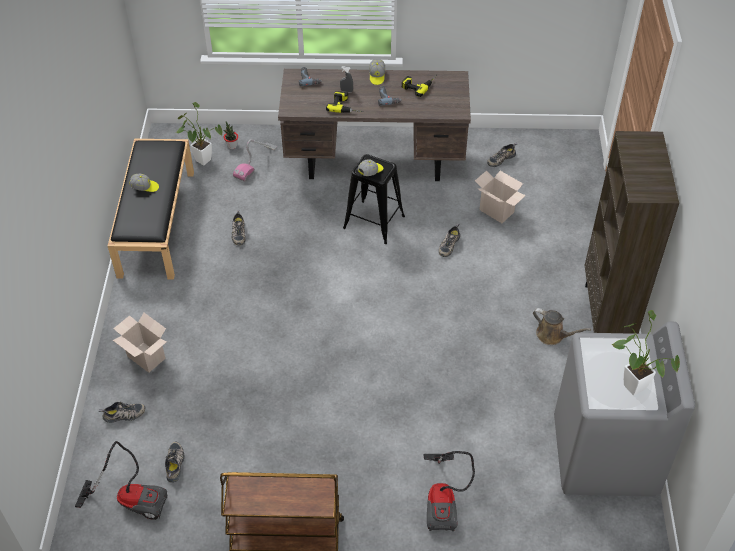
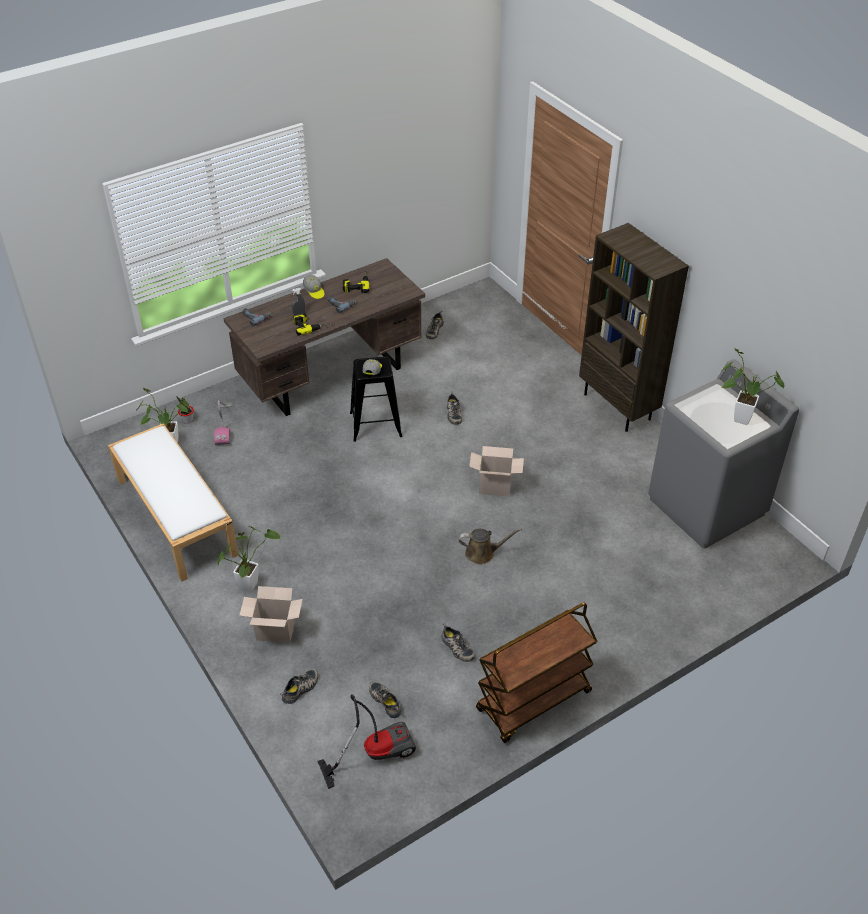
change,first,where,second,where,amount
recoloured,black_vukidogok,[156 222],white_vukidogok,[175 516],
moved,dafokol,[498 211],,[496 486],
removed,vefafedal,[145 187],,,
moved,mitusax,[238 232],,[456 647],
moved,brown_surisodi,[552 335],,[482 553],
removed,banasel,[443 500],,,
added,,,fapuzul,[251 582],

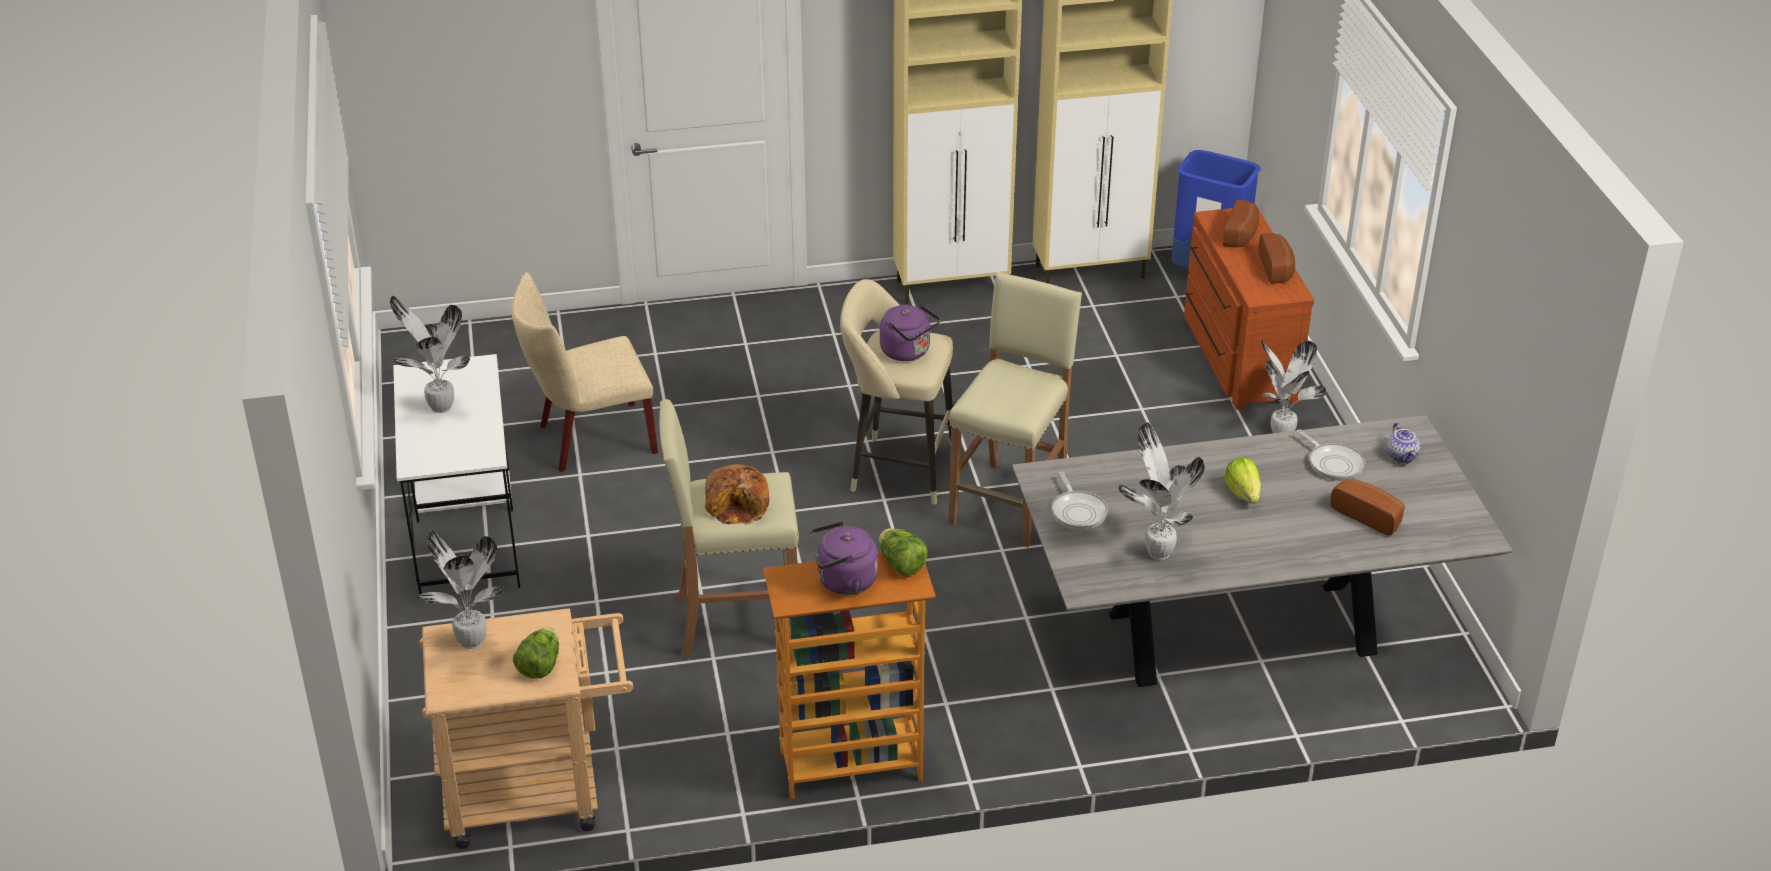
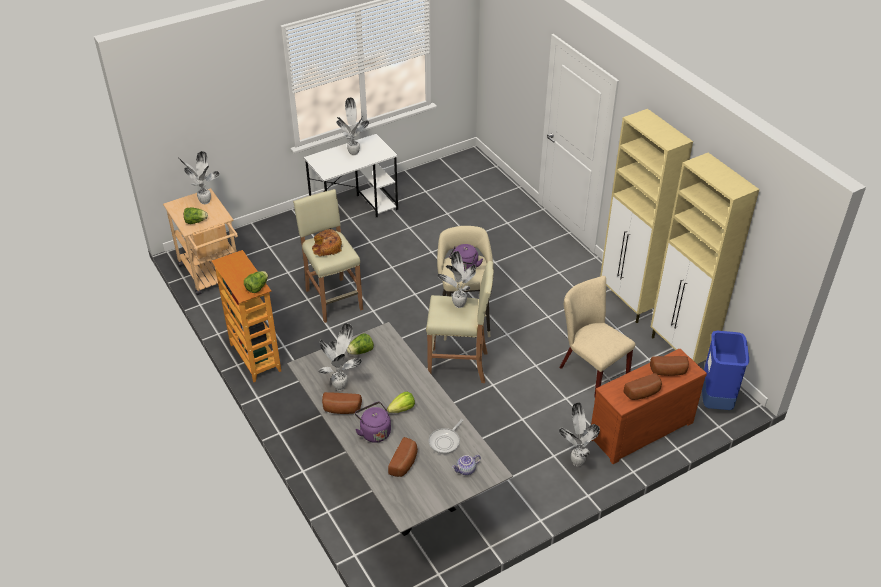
change,first,where,second,where,amount
moved,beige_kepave,[589 439],,[590 369],
replaced,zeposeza,[1078 511],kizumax,[361 351],
moved,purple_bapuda,[843 581],,[374 432],
added,,,fapuzul,[458 305],
added,,,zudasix,[341 410],

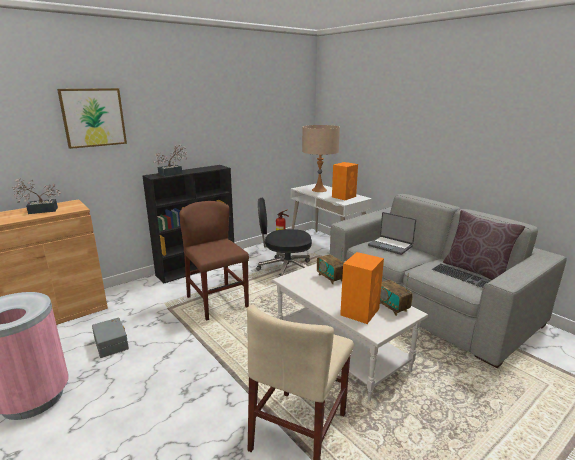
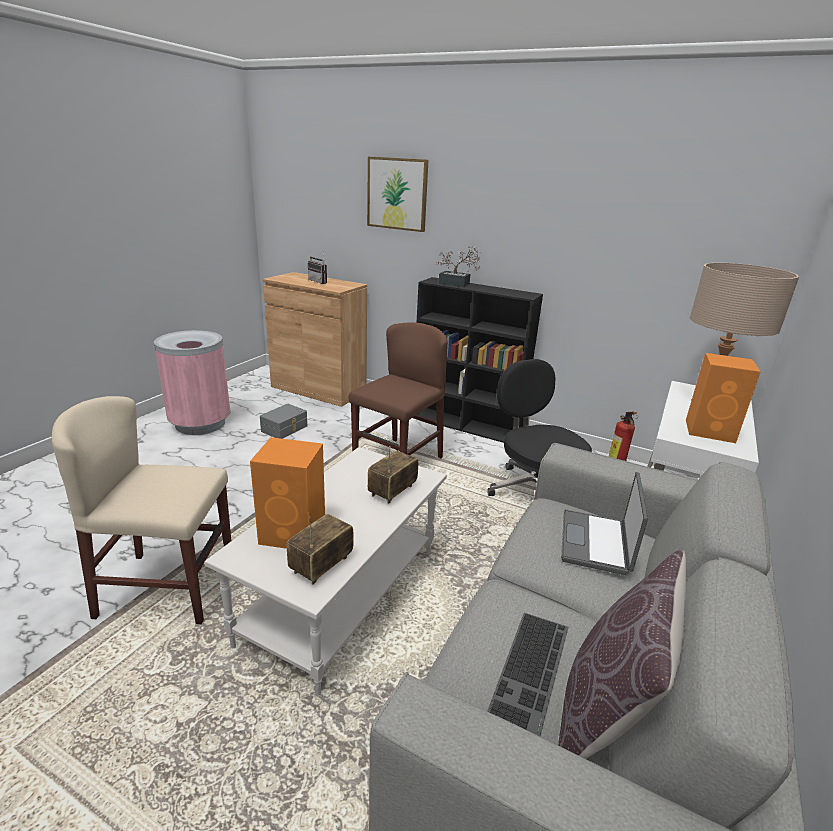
change,first,where,second,where,amount
replaced,fapuzul,[39 210],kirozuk,[320 281],

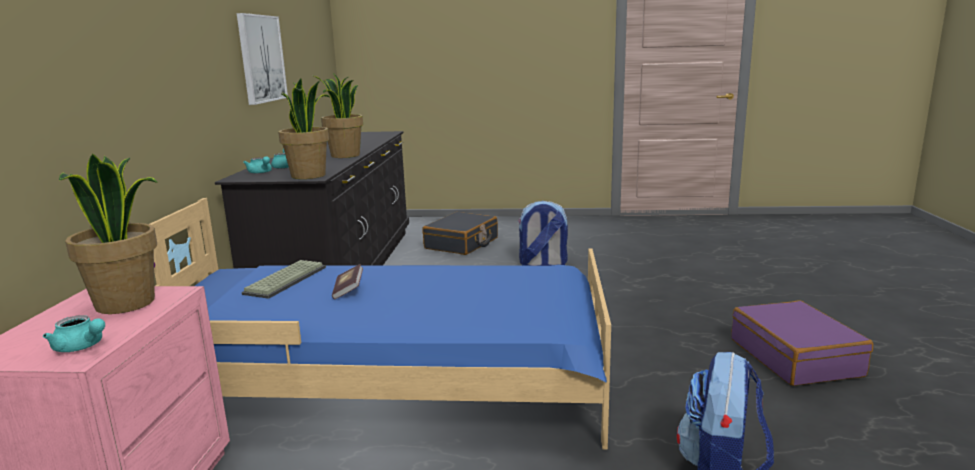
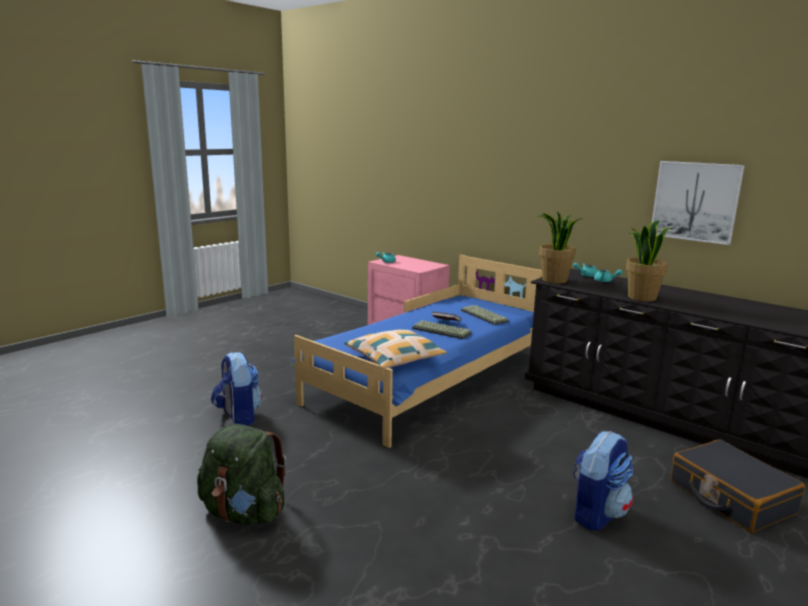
change,first,where,second,where,amount
removed,fapuzul,[126 303],,,
replaced,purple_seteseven,[795 357],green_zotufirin,[244 512],
added,,,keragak,[442 331],
added,,,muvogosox,[394 358],

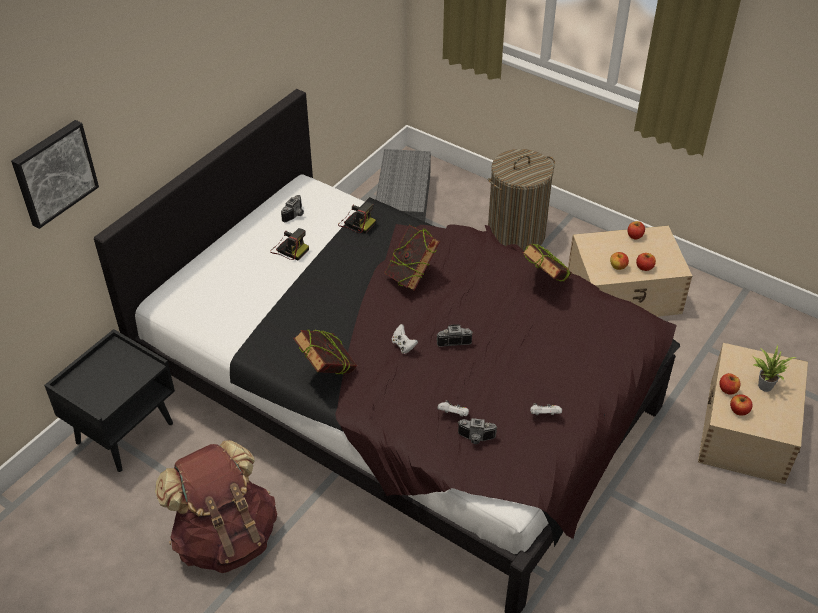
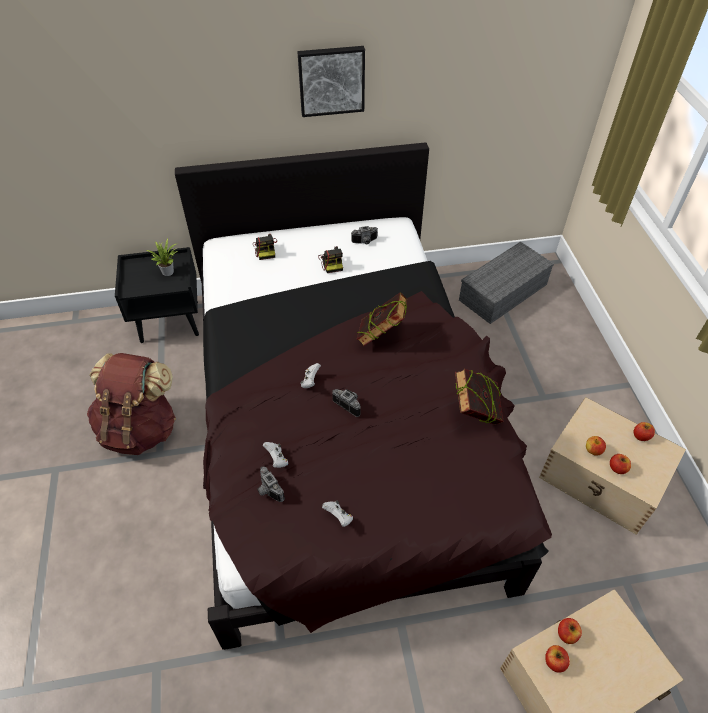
change,first,where,second,where,amount
moved,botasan,[53 172],,[331 80],
removed,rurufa,[516 234],,,
moved,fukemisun,[356 222],,[265 249],
removed,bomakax,[327 372],,,
moved,fapuzul,[764 384],,[169 271],

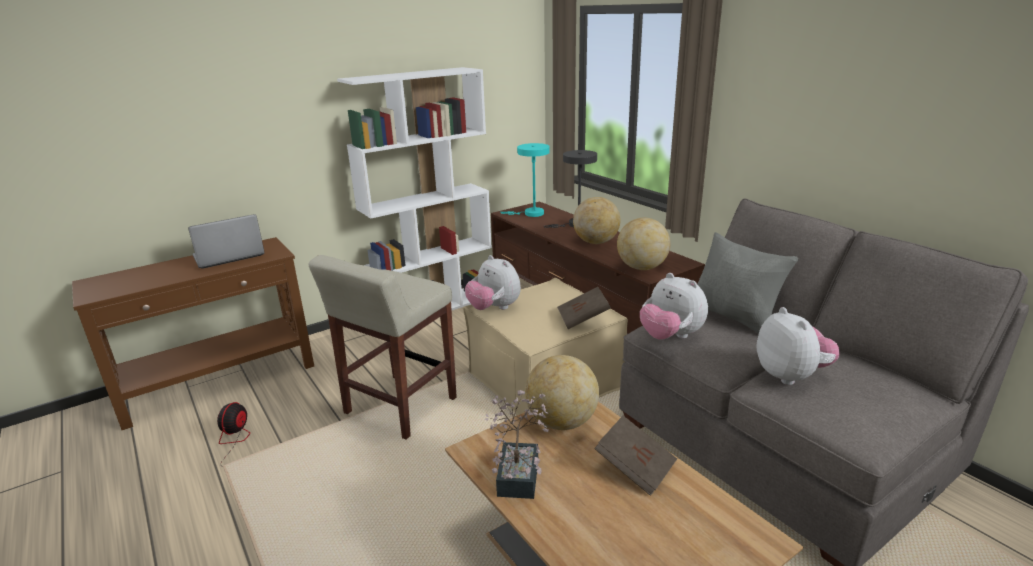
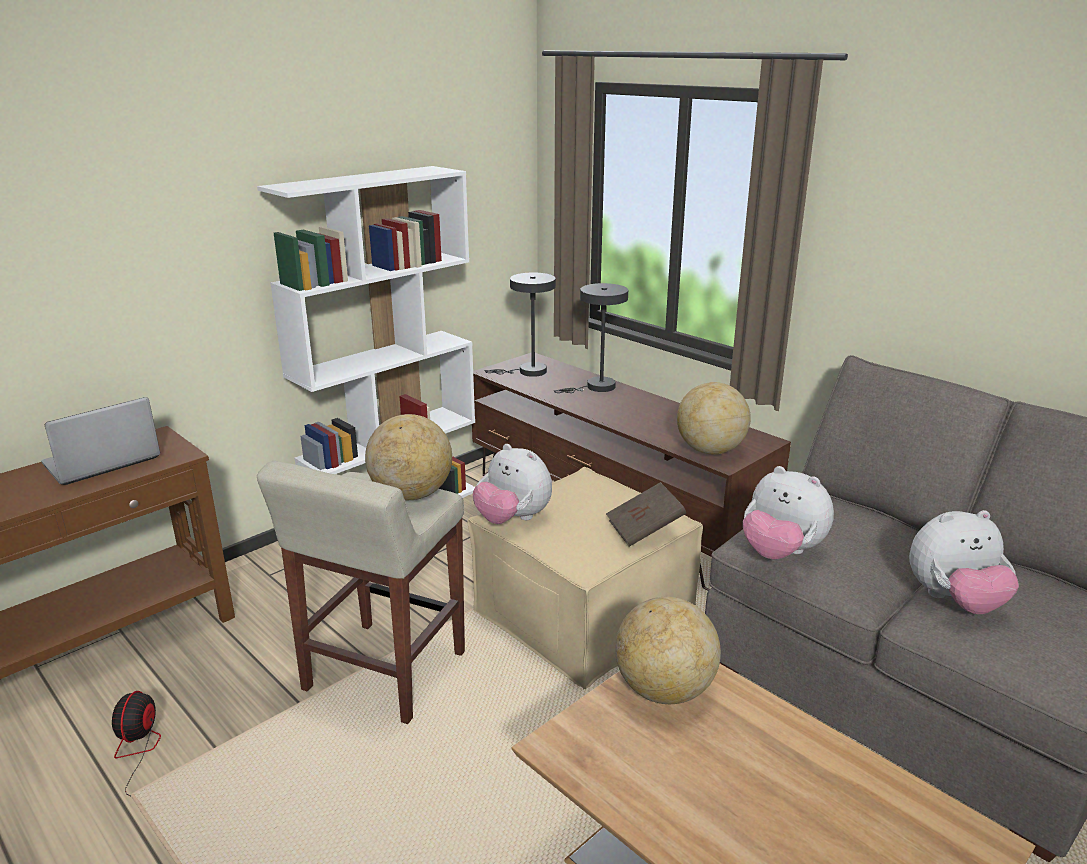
change,first,where,second,where,amount
recoloured,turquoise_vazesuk,[530 214],grey_vazesuk,[527 372],
moved,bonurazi,[596 242],,[412 495],
removed,grey_muvogosox,[735 316],,,
turned,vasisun,[791 376],,[954 601],105 degrees clockwise
removed,fapuzul,[520 472],,,
removed,brown_bomakax,[635 468],,,

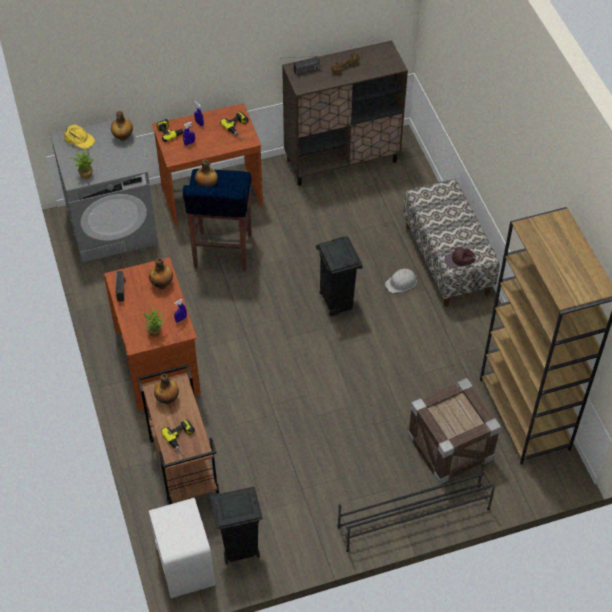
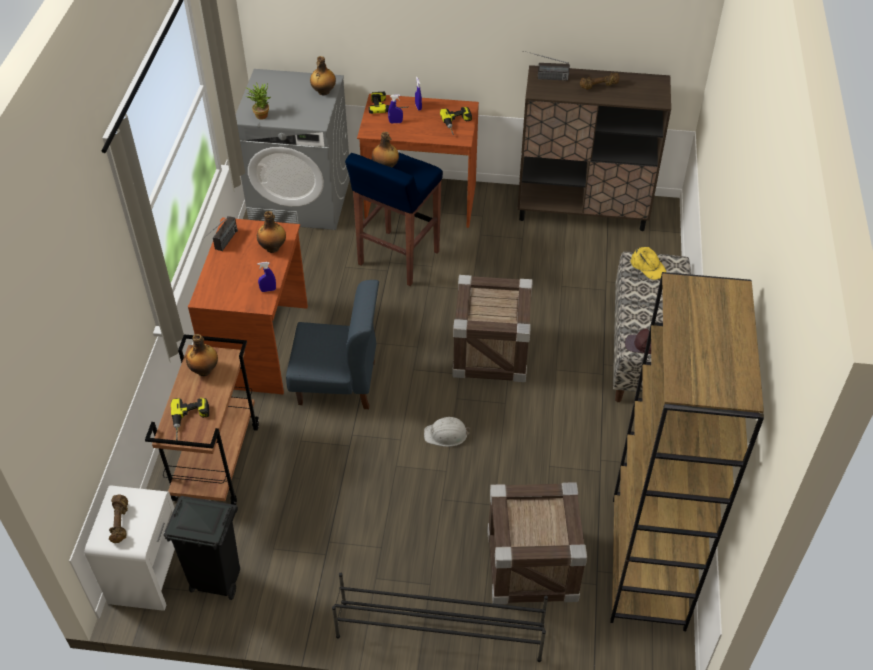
change,first,where,second,where,amount
moved,yellow_vefafedal,[79 140],,[647 266],
replaced,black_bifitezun,[336 302],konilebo,[490 352],
moved,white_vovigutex,[401 283],,[446 434],
removed,fapuzul,[157 333],,,
added,,,blue_kepave,[337 383],
added,,,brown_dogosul,[120 523],

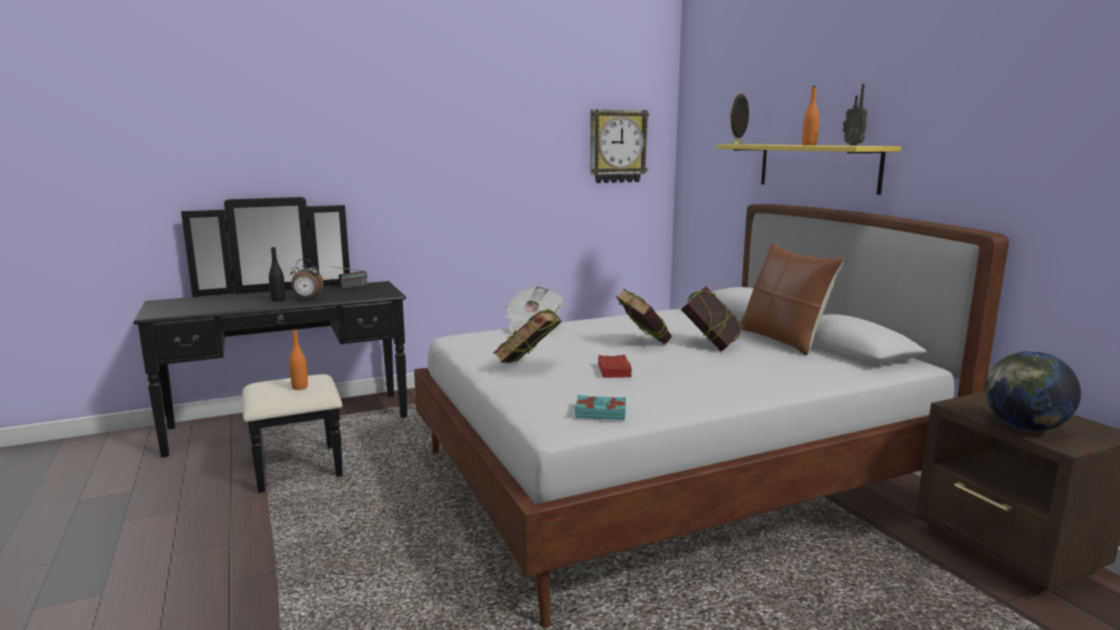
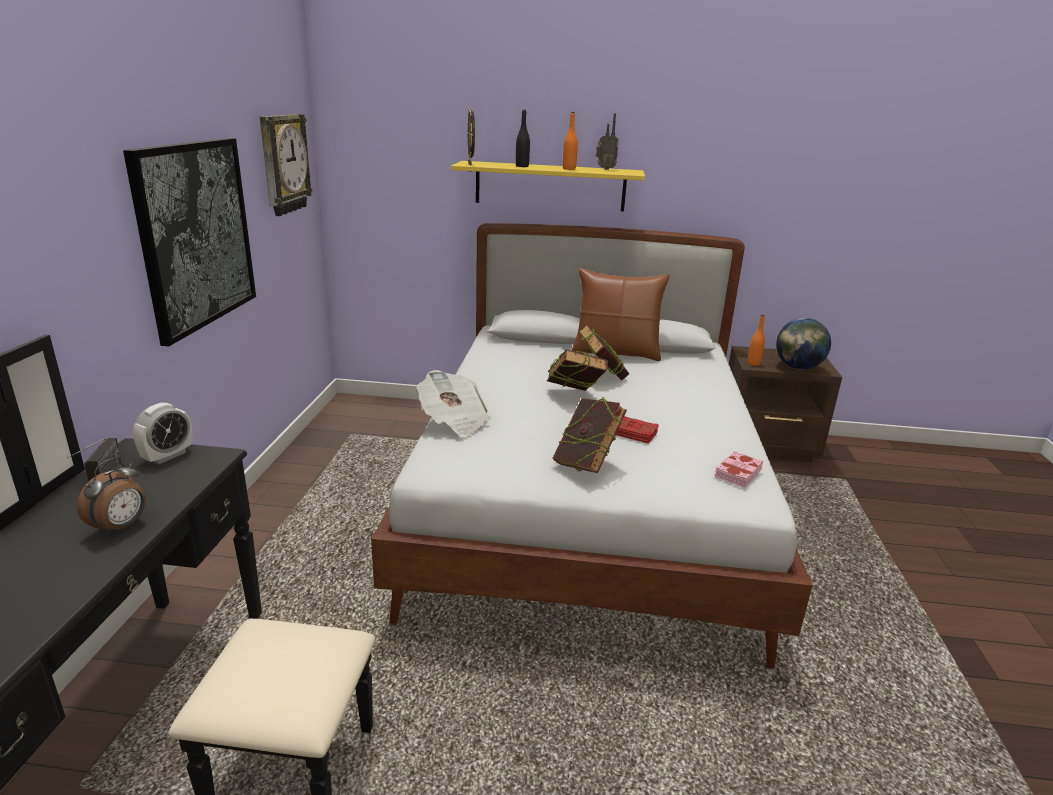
change,first,where,second,where,amount
moved,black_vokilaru,[278 300],,[522 166],
moved,orange_vokilaru,[300 387],,[753 363],
recoloured,turquoise_bomakax,[600 412],pink_bomakax,[737 473],
added,,,botasan,[196 235],
added,,,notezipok,[168 456],

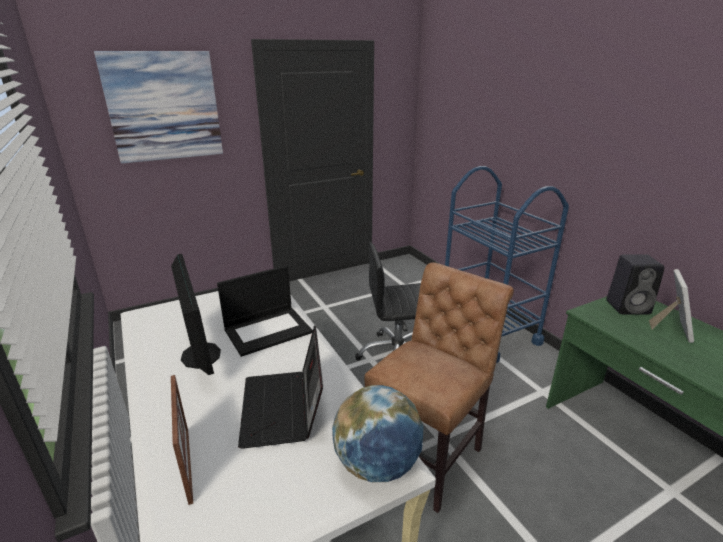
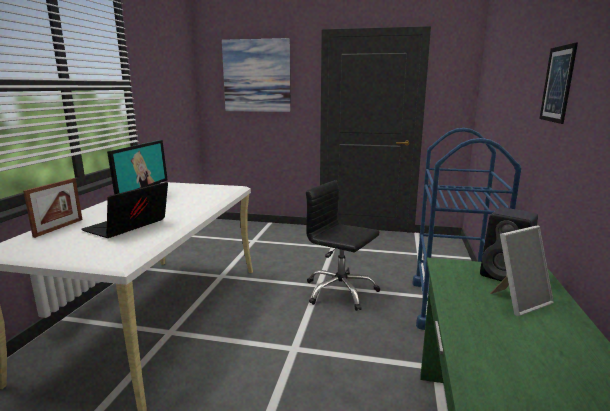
change,first,where,second,where,amount
removed,brown_kepave,[429 453],,,
removed,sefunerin,[268 330],,,
removed,bonurazi,[377 464],,,
added,,,botasan,[557 84],

